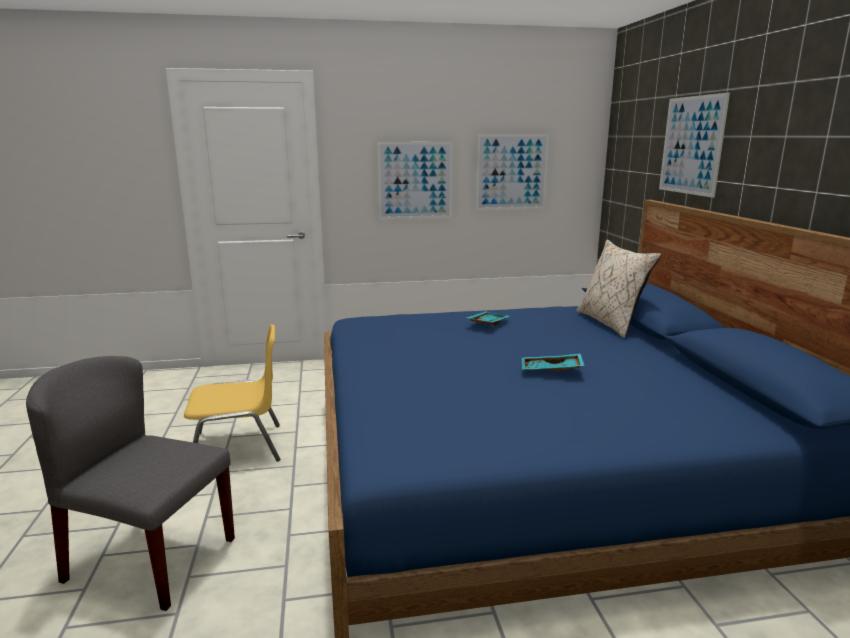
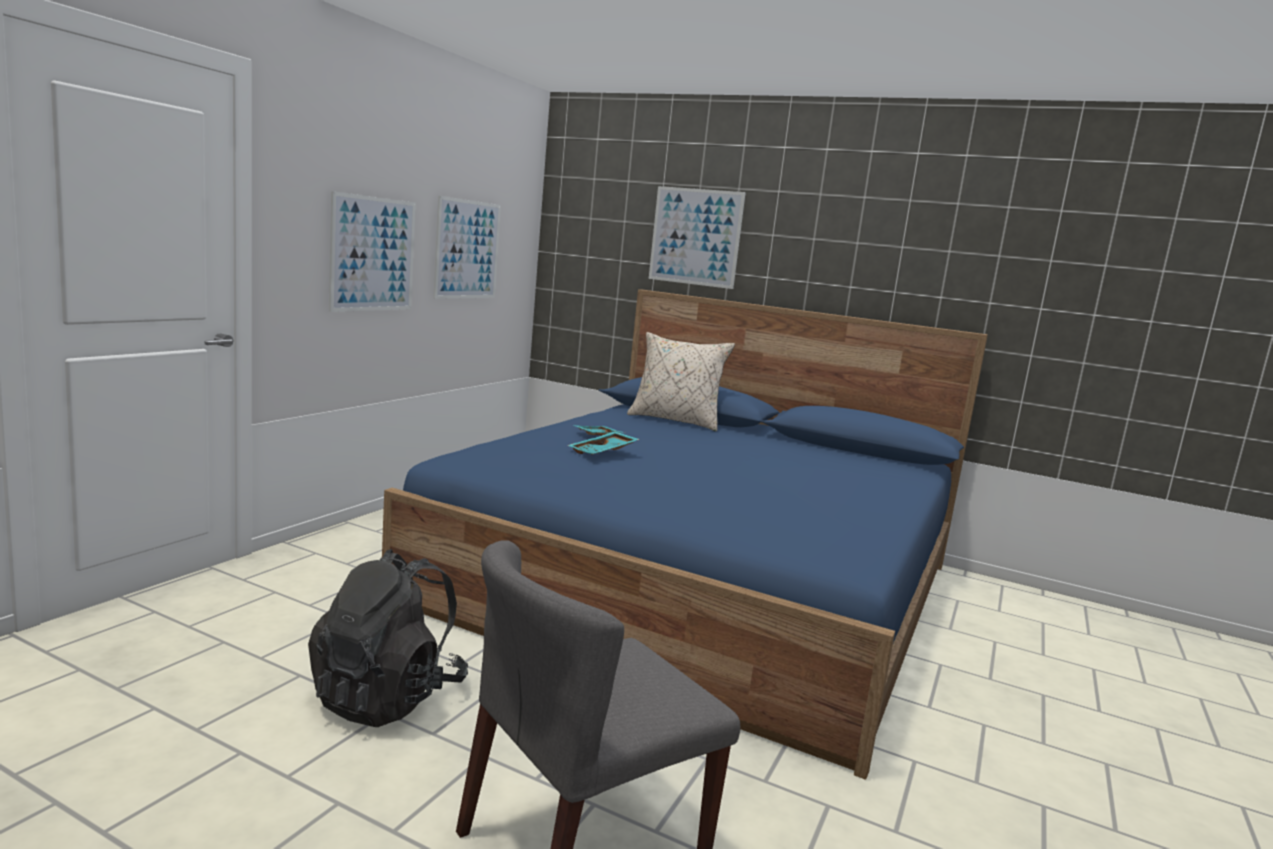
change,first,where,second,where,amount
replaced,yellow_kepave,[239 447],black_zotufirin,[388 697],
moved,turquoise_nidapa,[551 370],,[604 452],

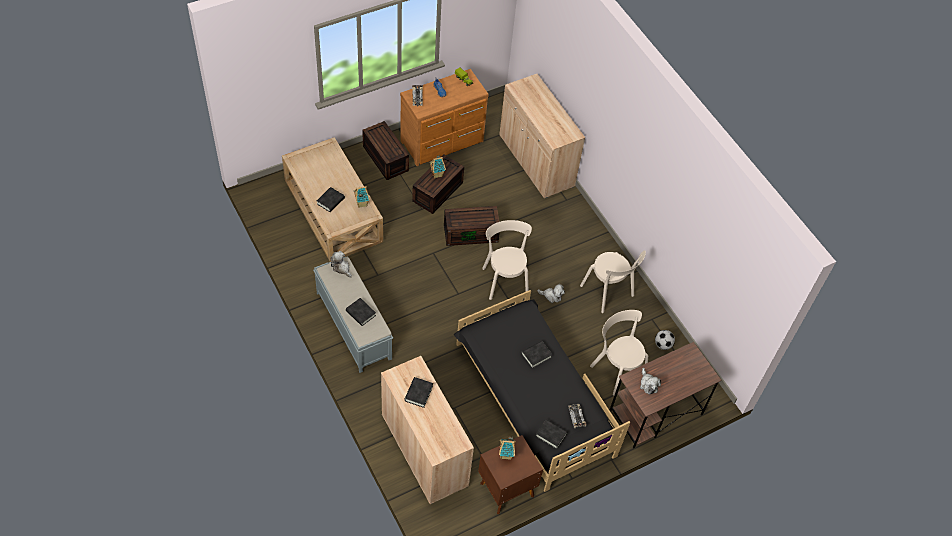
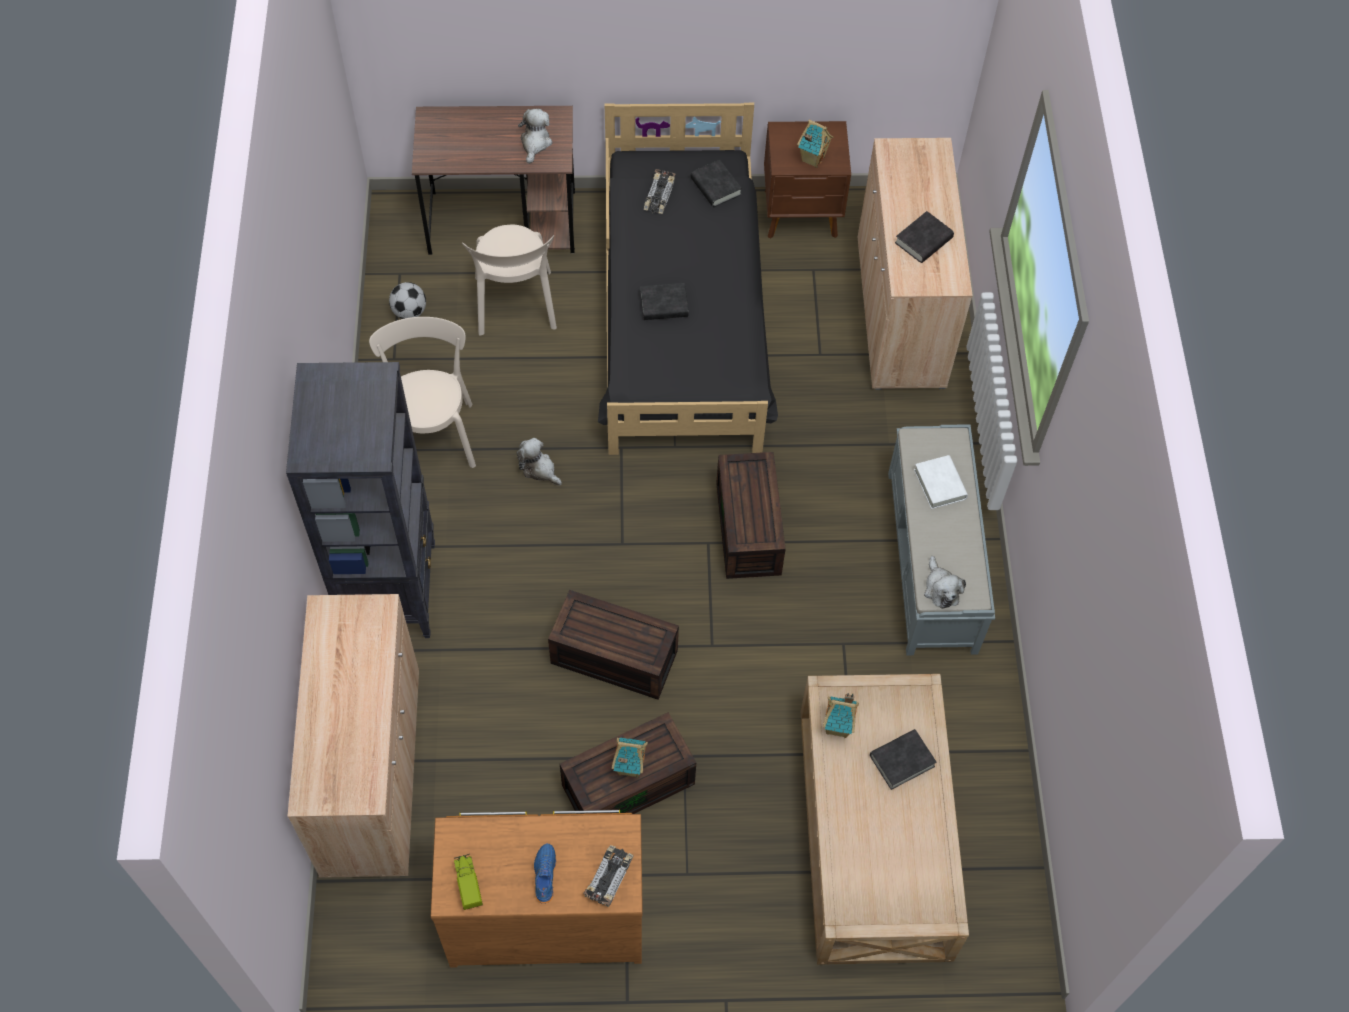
change,first,where,second,where,amount
moved,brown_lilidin,[384 158],,[750 529],
removed,beige_kepave,[505 279],,,
recoloured,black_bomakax,[360 313],white_bomakax,[940 484],
added,,,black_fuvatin,[391 589],

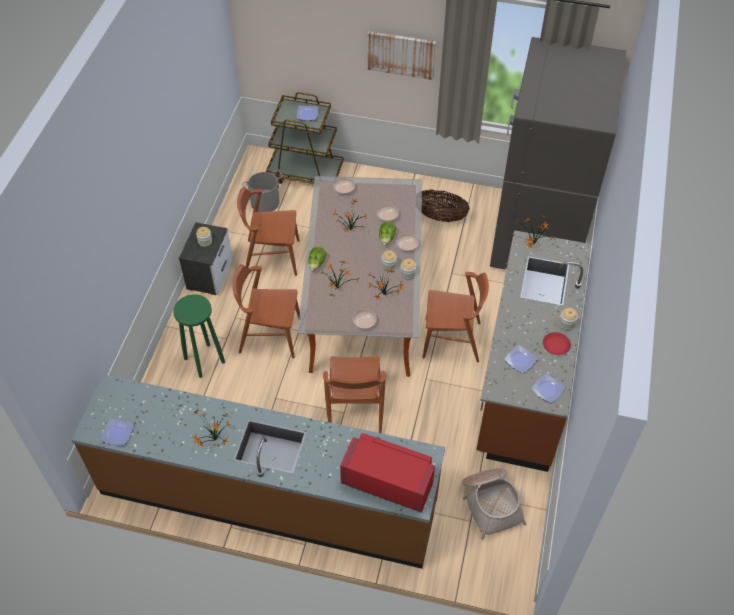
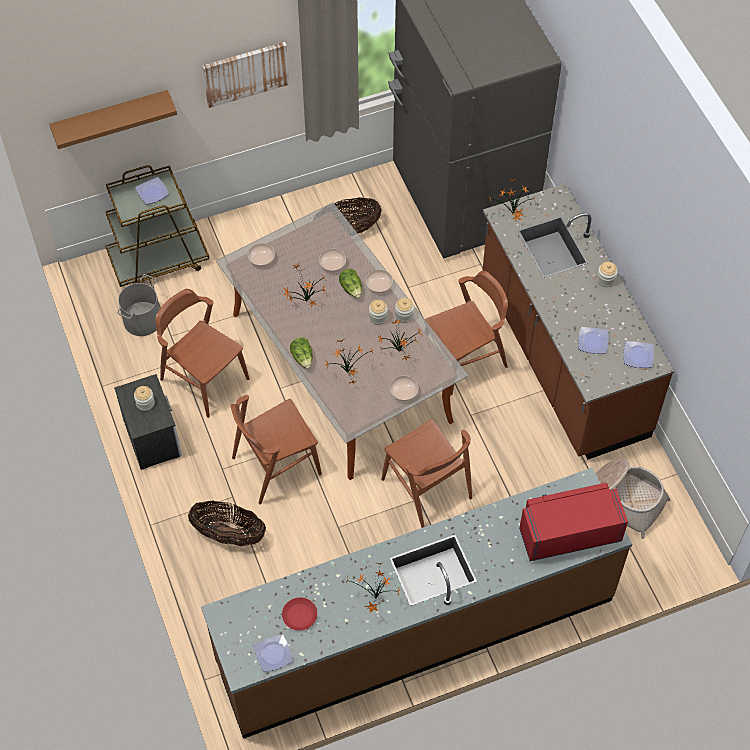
change,first,where,second,where,amount
turned,brown_kepave,[271 257],,[204 379],75 degrees clockwise
replaced,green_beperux,[204 360],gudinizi,[229 534],
moved,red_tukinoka,[555 345],,[299 615],
added,,,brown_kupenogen,[111 118],

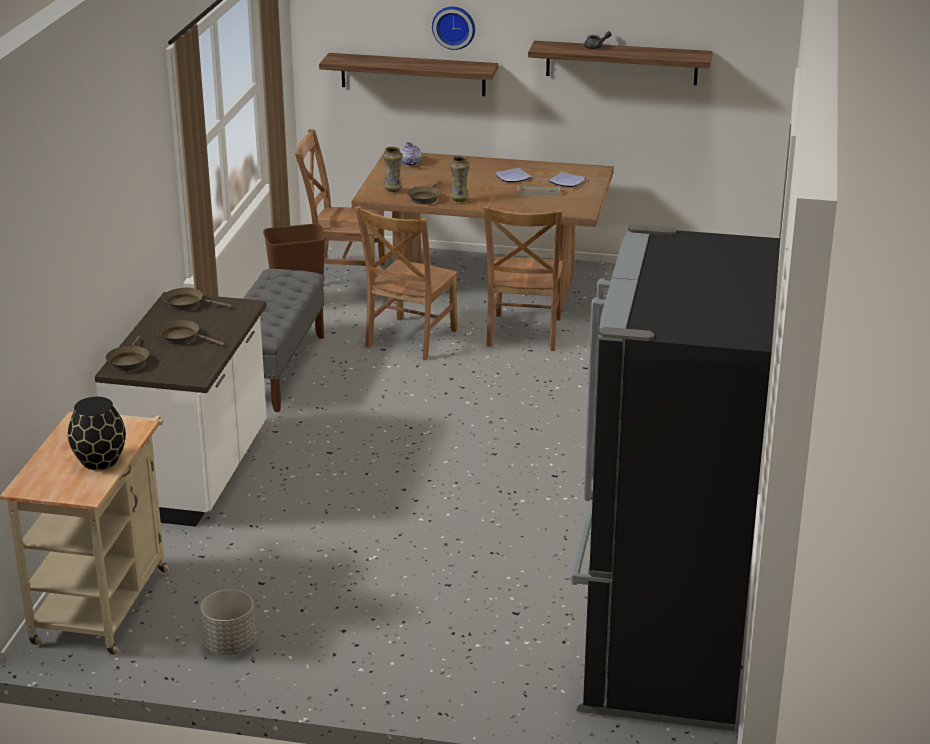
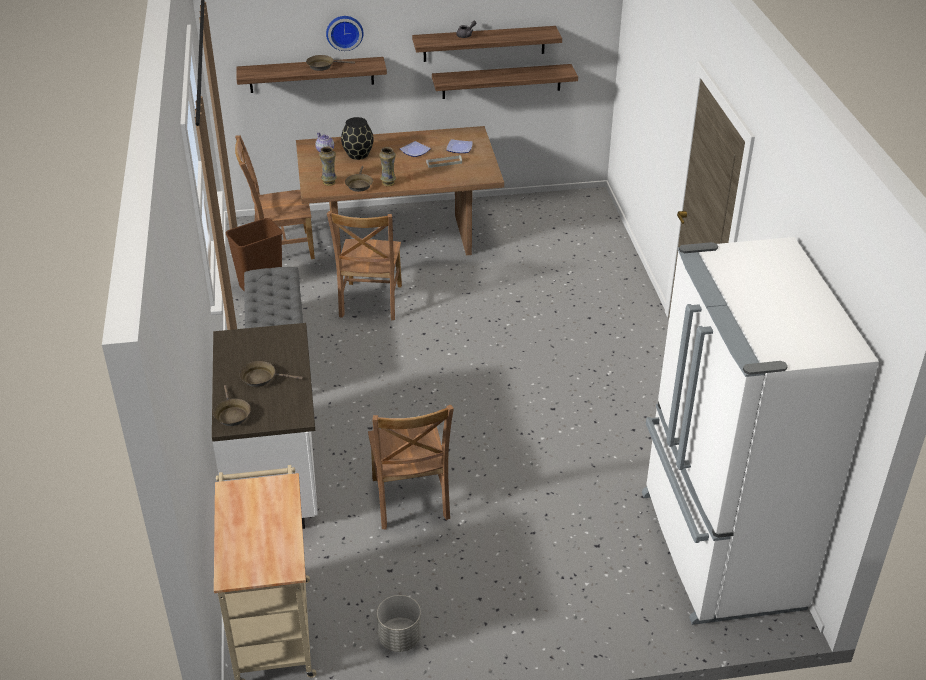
change,first,where,second,where,amount
moved,brown_kepave,[523 334],,[410 501],
recoloured,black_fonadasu,[661 650],white_fonadasu,[717 550],
moved,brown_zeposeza,[187 304],,[323 66],
moved,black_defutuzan,[100 461],,[358 154],
added,,,kupenogen,[501 81],

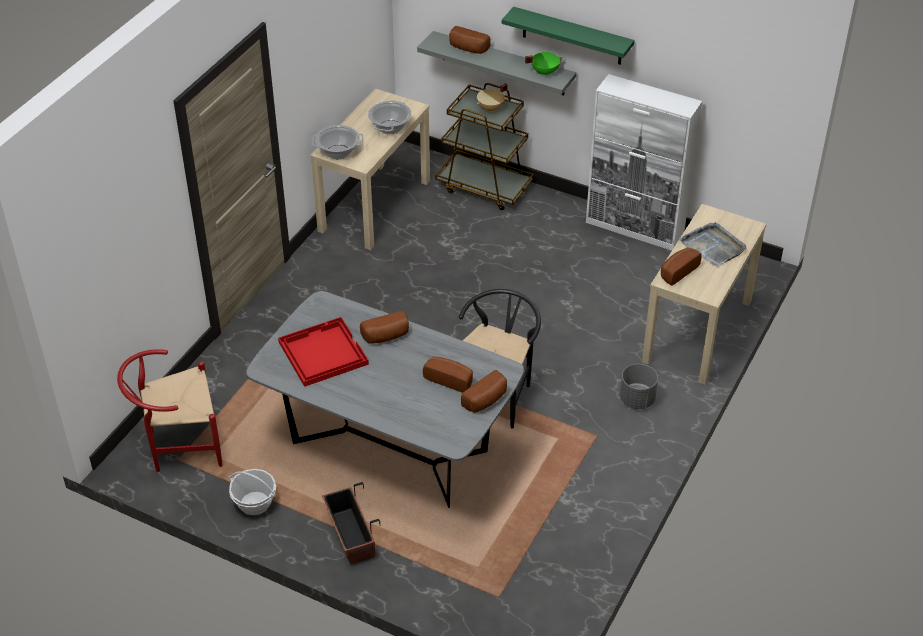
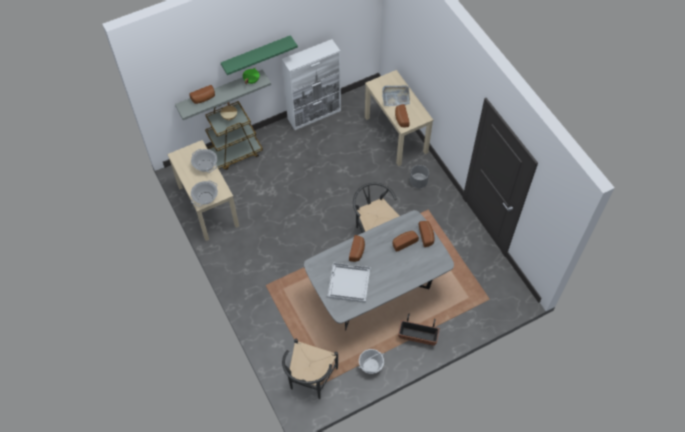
change,first,where,second,where,amount
recoloured,red_nidapa,[322 353],white_nidapa,[348 283],
recoloured,red_kepave,[178 446],black_kepave,[310 381],

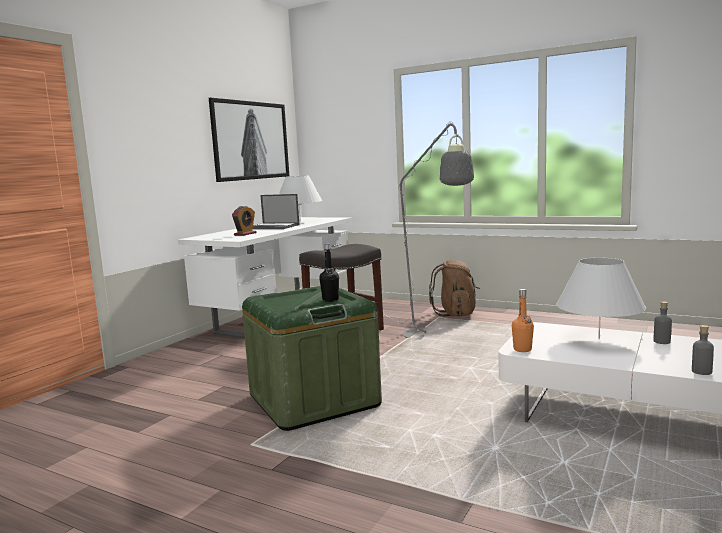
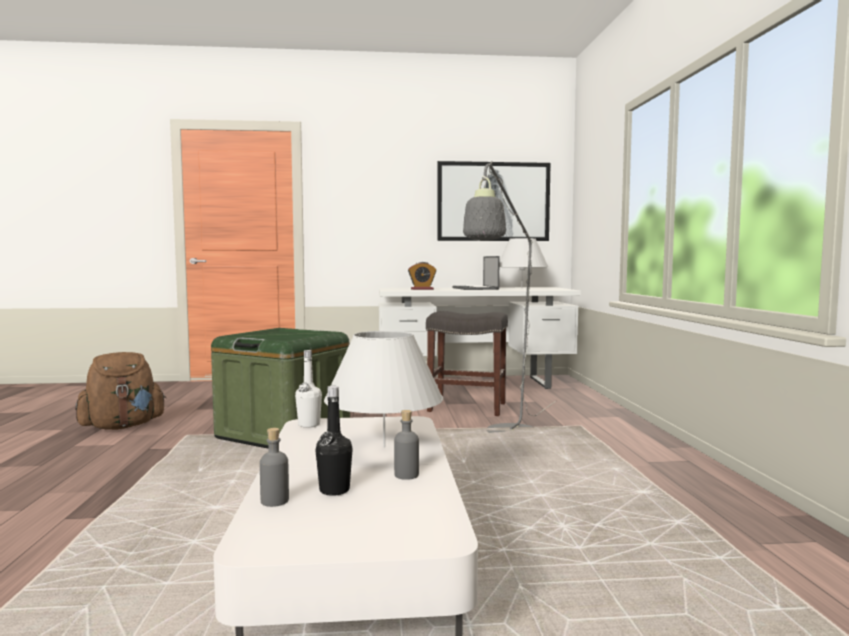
change,first,where,second,where,amount
moved,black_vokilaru,[330 300],,[334 490],
moved,brown_zotufirin,[456 314],,[122 426],
recoloured,orange_vokilaru,[522 349],white_vokilaru,[309 425],

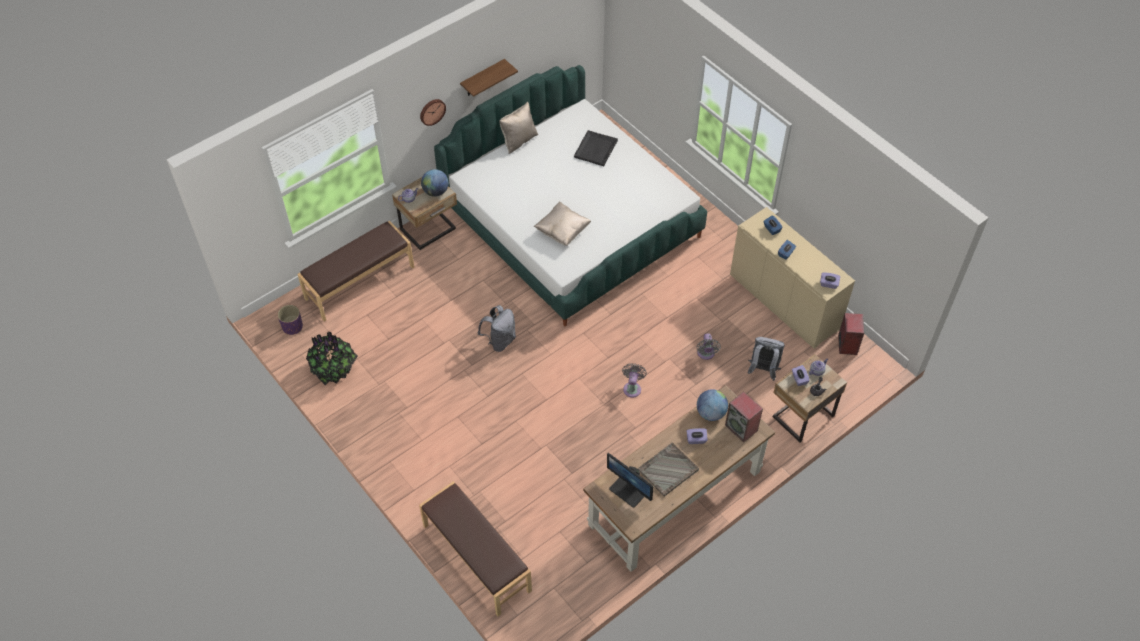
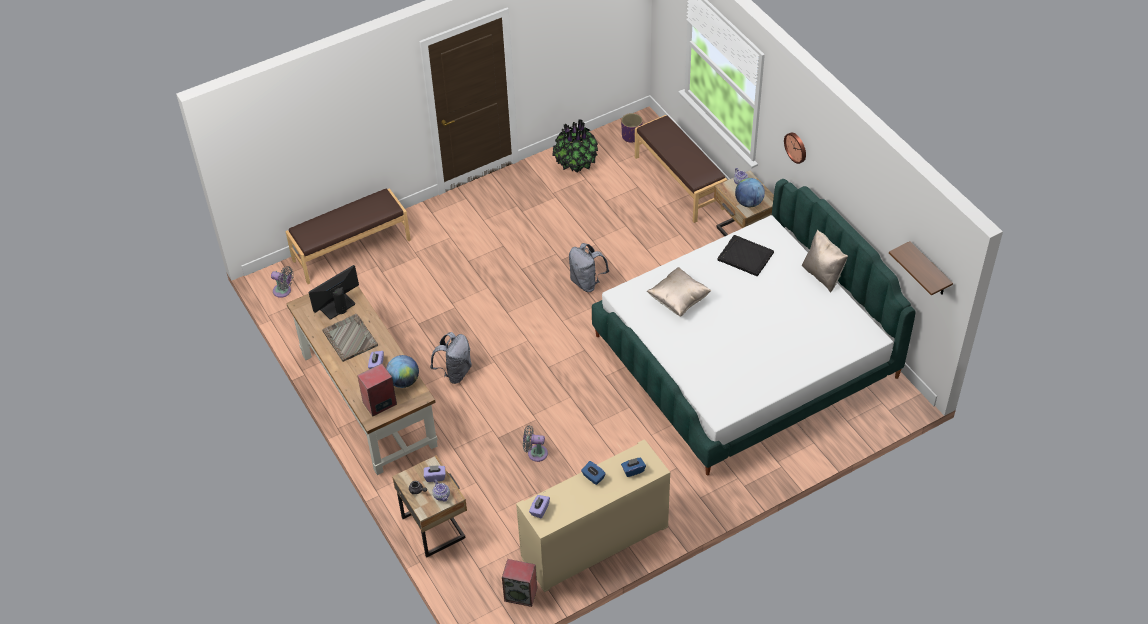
change,first,where,second,where,amount
moved,kupenogen,[482 78],,[929 270],
moved,black_nidapa,[595 149],,[745 256],
moved,grey_zotufirin,[763 370],,[455 372],
moved,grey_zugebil,[632 388],,[284 291],

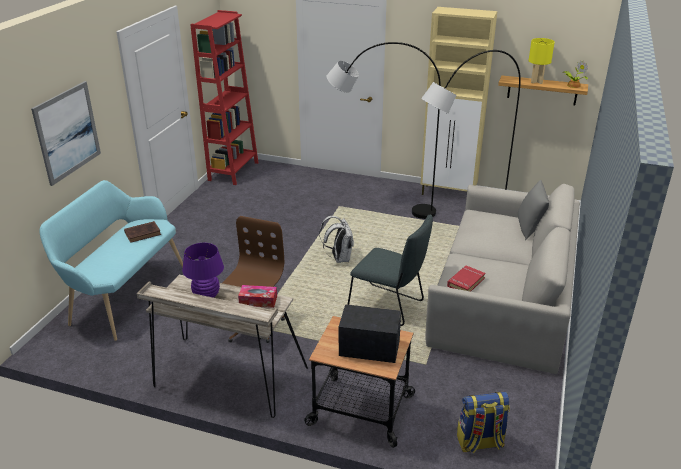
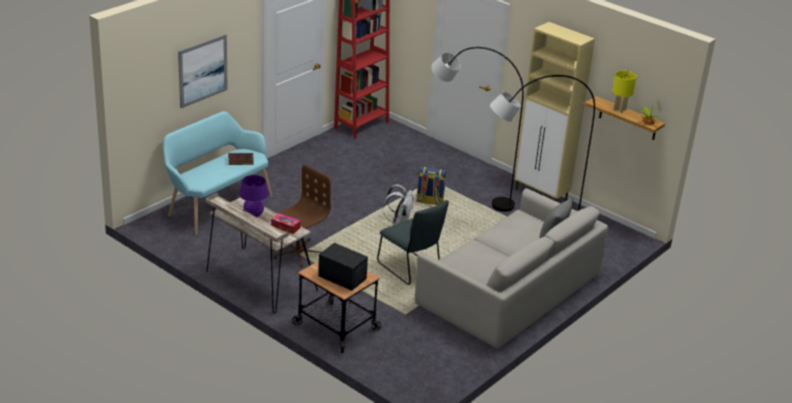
change,first,where,second,where,amount
removed,red_bomakax,[465 282],,,
moved,zotufirin,[480 443],,[429 202],

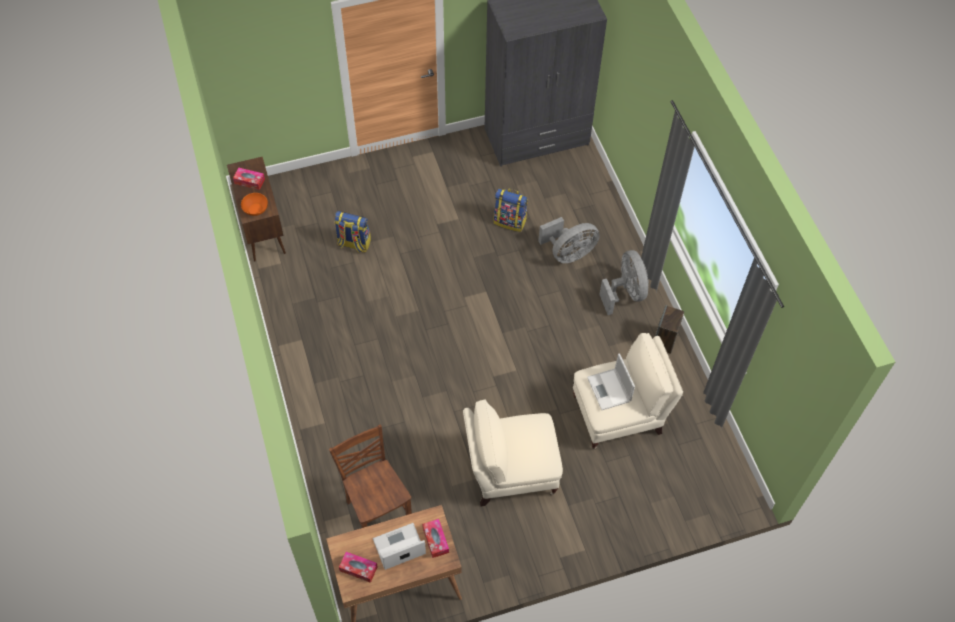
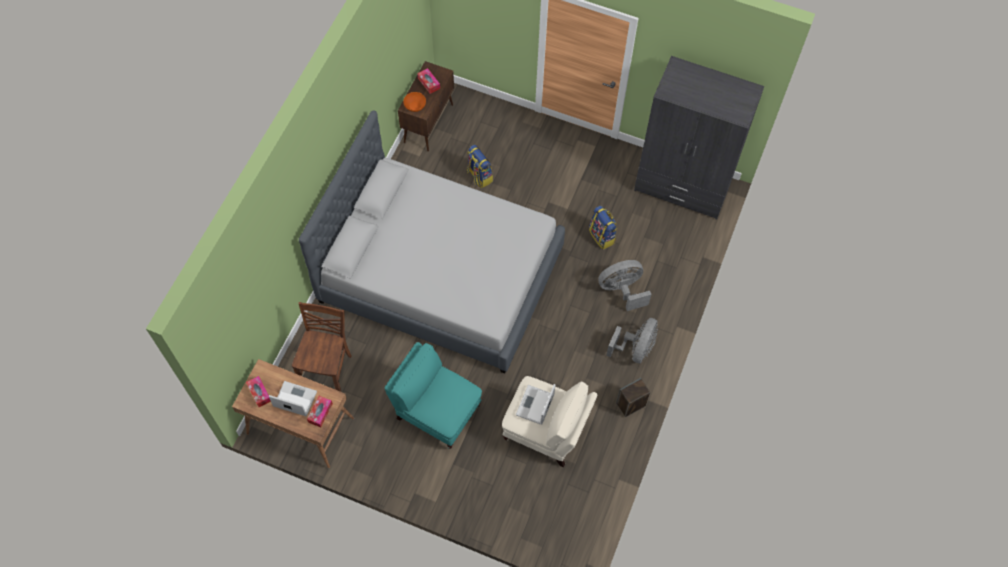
change,first,where,second,where,amount
turned,grey_zugebil,[568 253],,[622 290],150 degrees clockwise
recoloured,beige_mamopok,[510 471],turquoise_mamopok,[436 411],
added,,,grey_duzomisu,[441 274],

